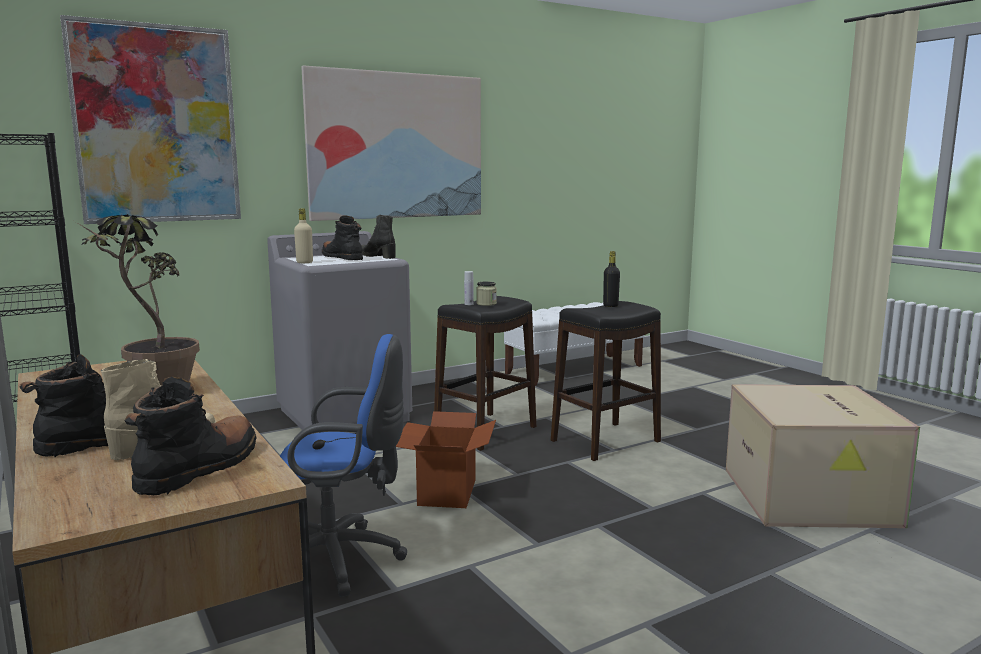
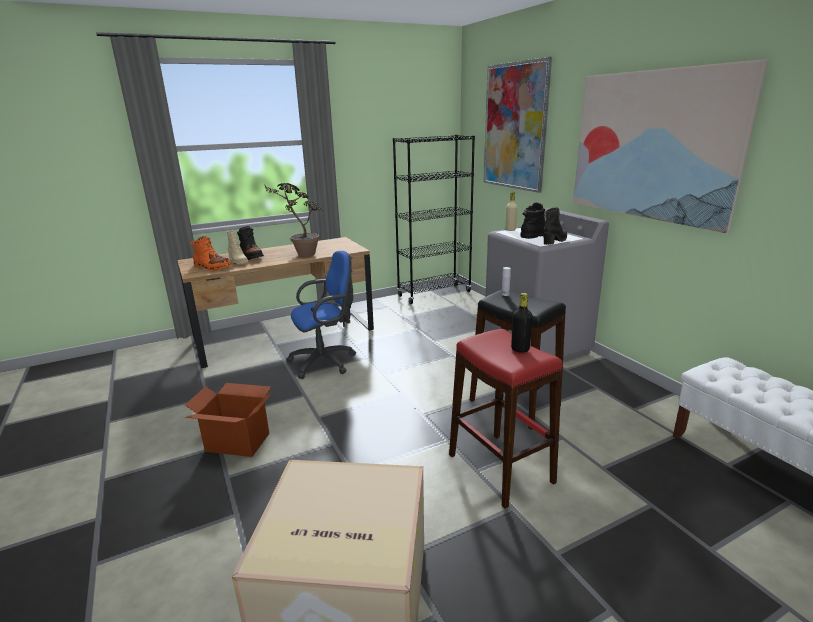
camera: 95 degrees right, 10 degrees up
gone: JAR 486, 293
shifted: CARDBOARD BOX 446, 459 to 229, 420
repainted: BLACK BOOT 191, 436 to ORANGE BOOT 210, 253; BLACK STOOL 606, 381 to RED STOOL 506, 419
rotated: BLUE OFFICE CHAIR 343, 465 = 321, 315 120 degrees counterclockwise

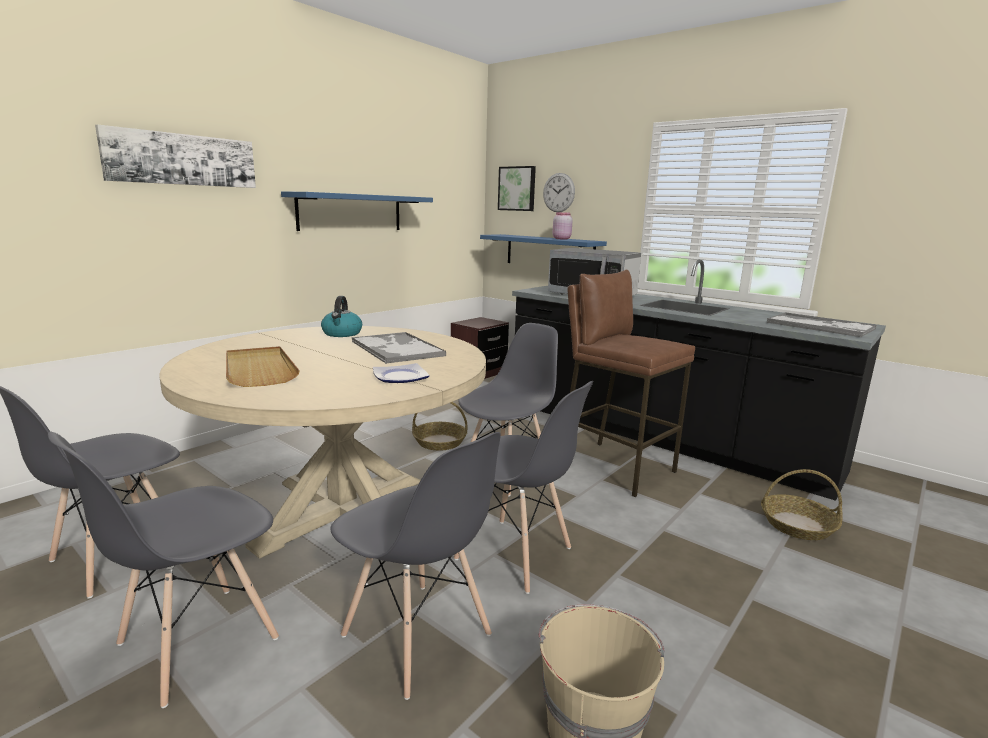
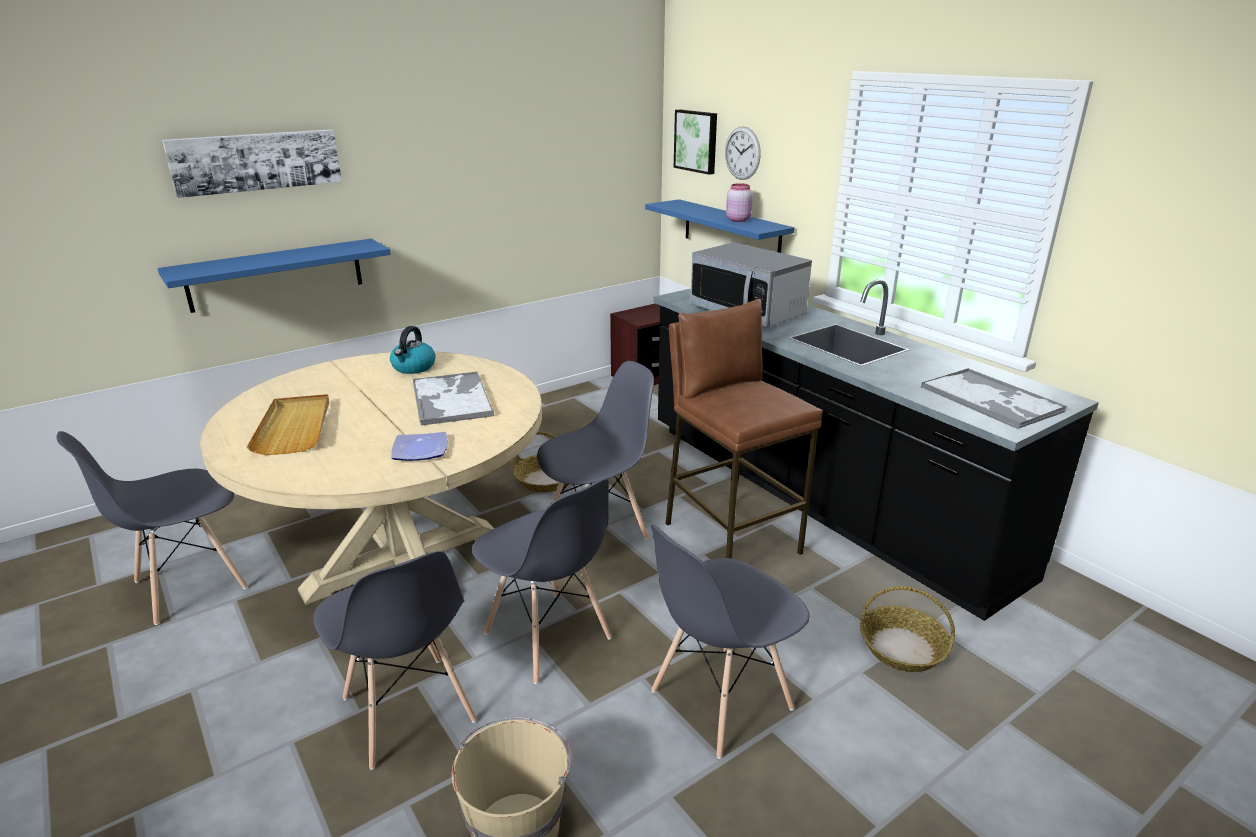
camera: 15 degrees right, 10 degrees up
shifted: GREY CHAIR 163, 569 to 730, 641; BLUE SHELF 357, 211 to 274, 276

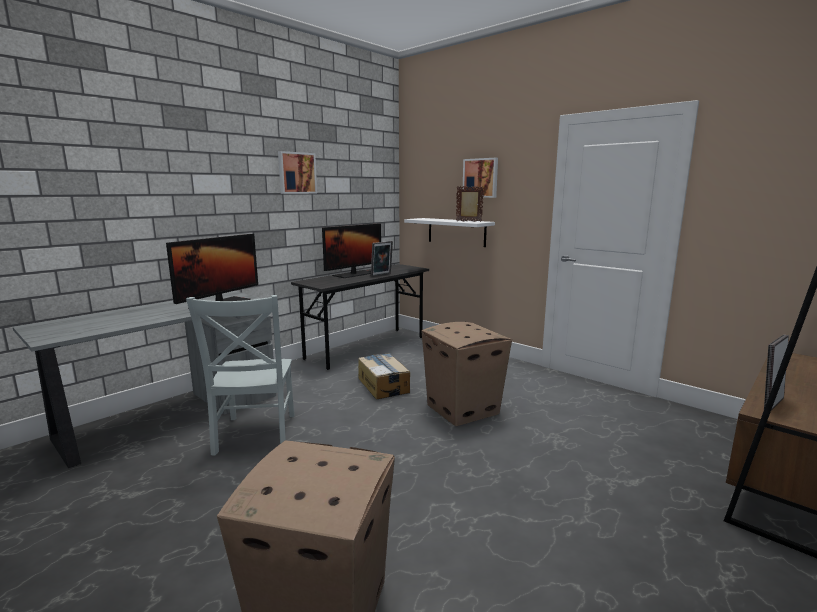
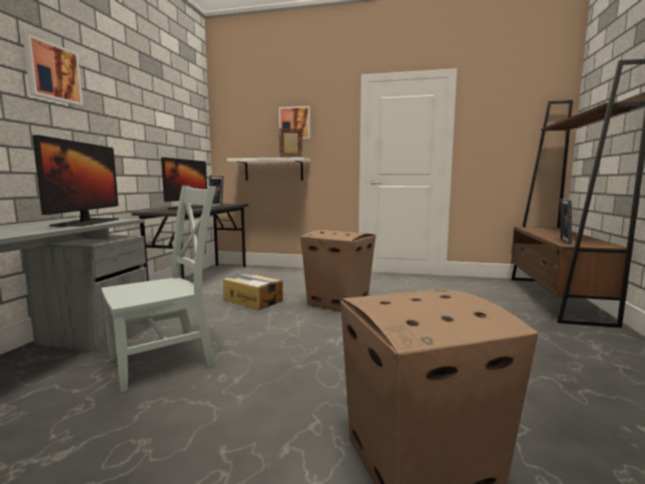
camera: 30 degrees left, 5 degrees down
shifted: PICTURE 297, 172 to 53, 70
rotated: GREY CHAIR 240, 375 = 158, 289 90 degrees counterclockwise

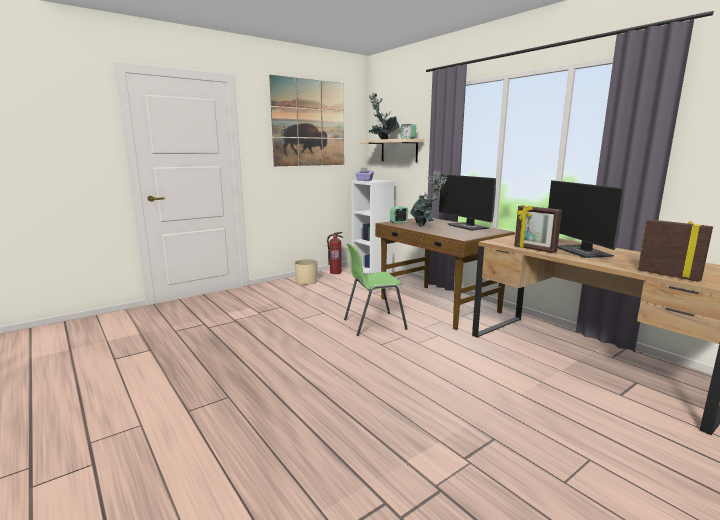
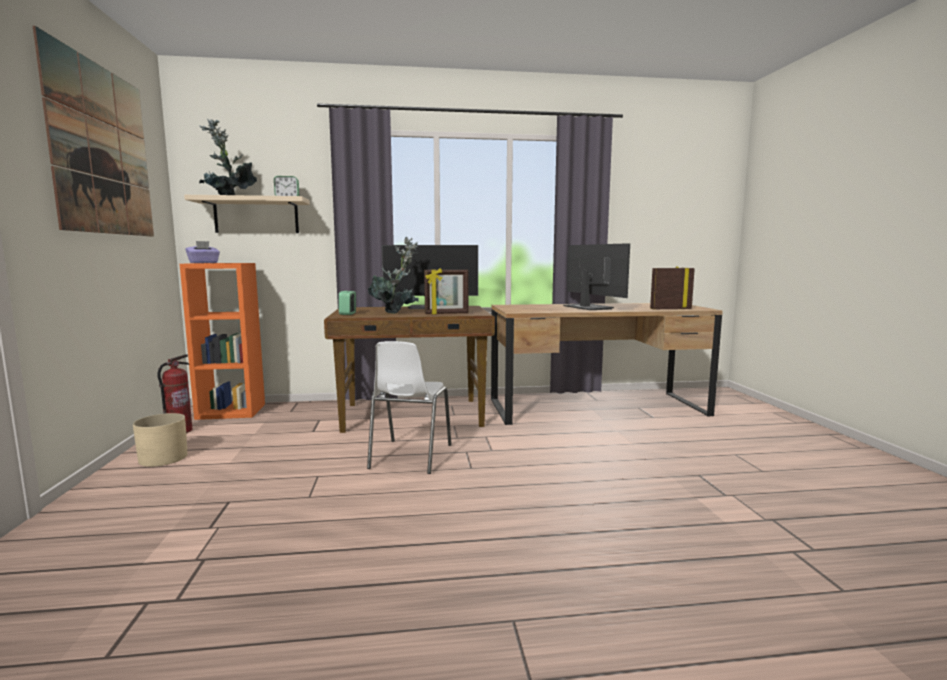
camera: 60 degrees left, 5 degrees down
shifted: PICTURE FRAME 538, 229 to 446, 291
repainted: GREEN CHAIR 376, 289 to WHITE CHAIR 409, 407; WHITE BOOKCASE 372, 226 to ORANGE BOOKCASE 222, 341
rotated: MONITOR 586, 219 = 596, 276 135 degrees counterclockwise

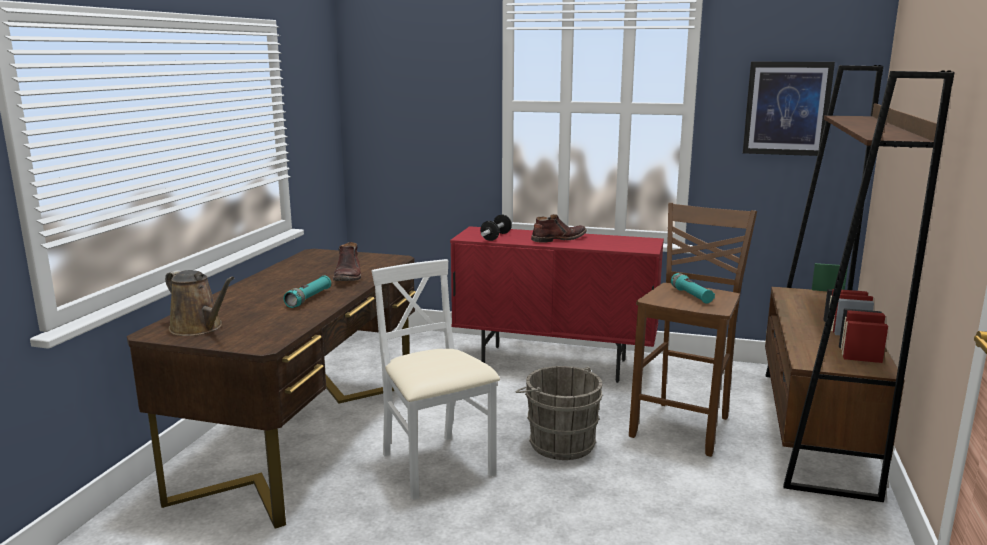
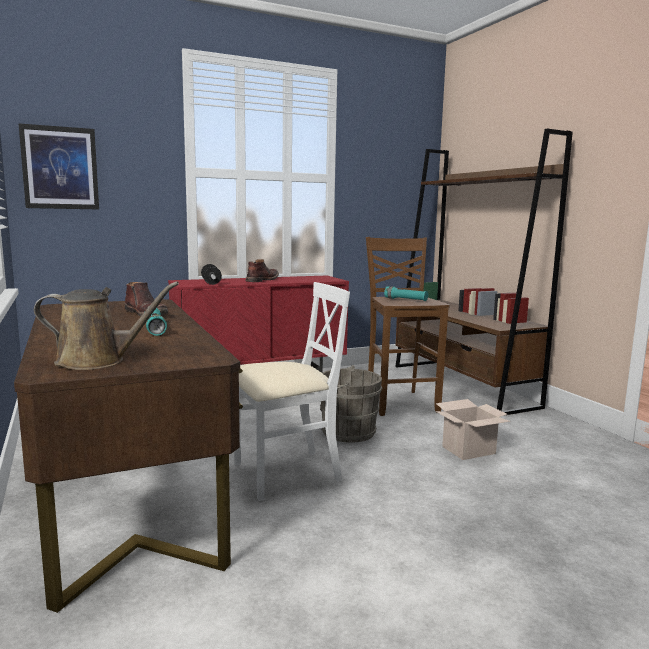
camera: 40 degrees left, 5 degrees down
new: CARDBOARD BOX 473, 429
shifted: PICTURE 789, 109 to 58, 166
rotated: WHITE CHAIR 435, 379 = 292, 391 135 degrees clockwise

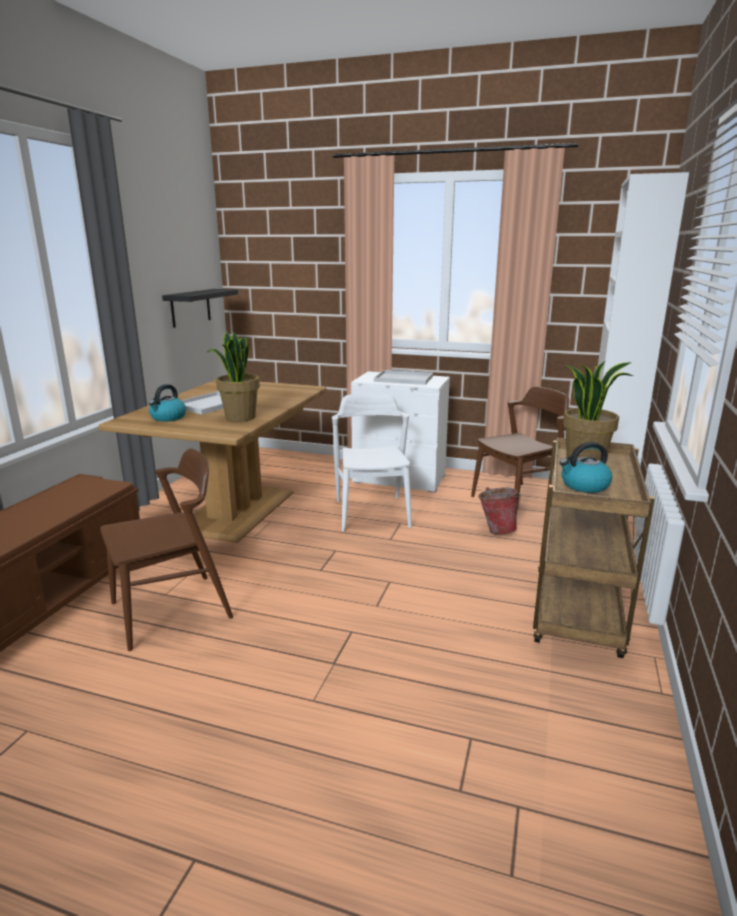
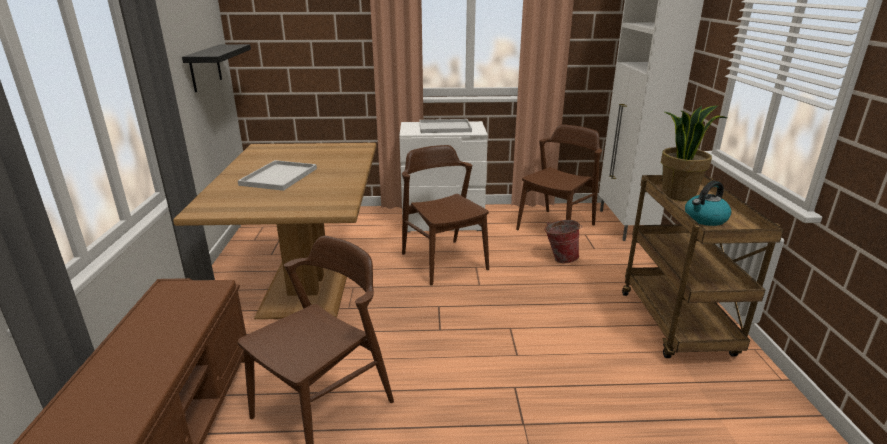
camera: 20 degrees left, 5 degrees up
gone: KETTLE 167, 403; POTTED PLANT 233, 376
repainted: WHITE CHAIR 372, 462 to BROWN CHAIR 445, 215

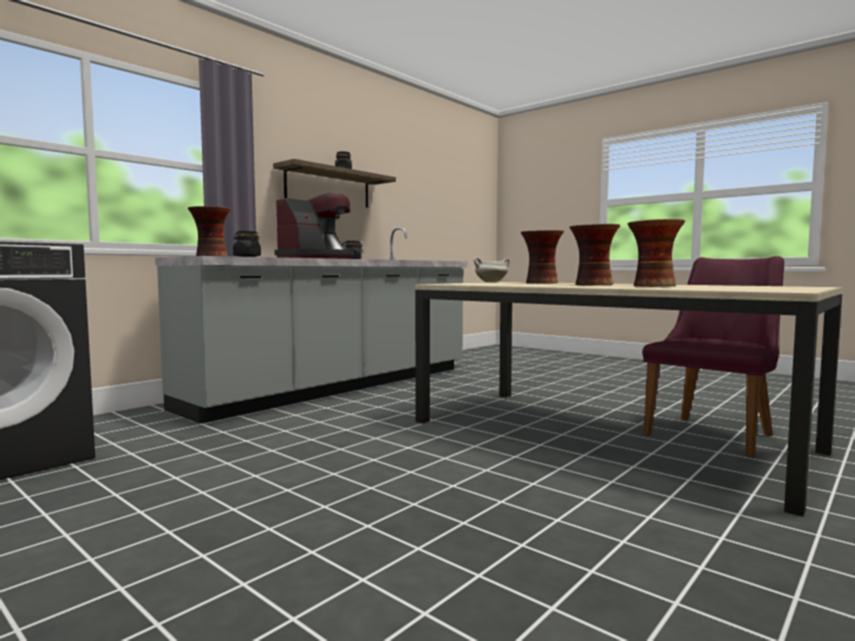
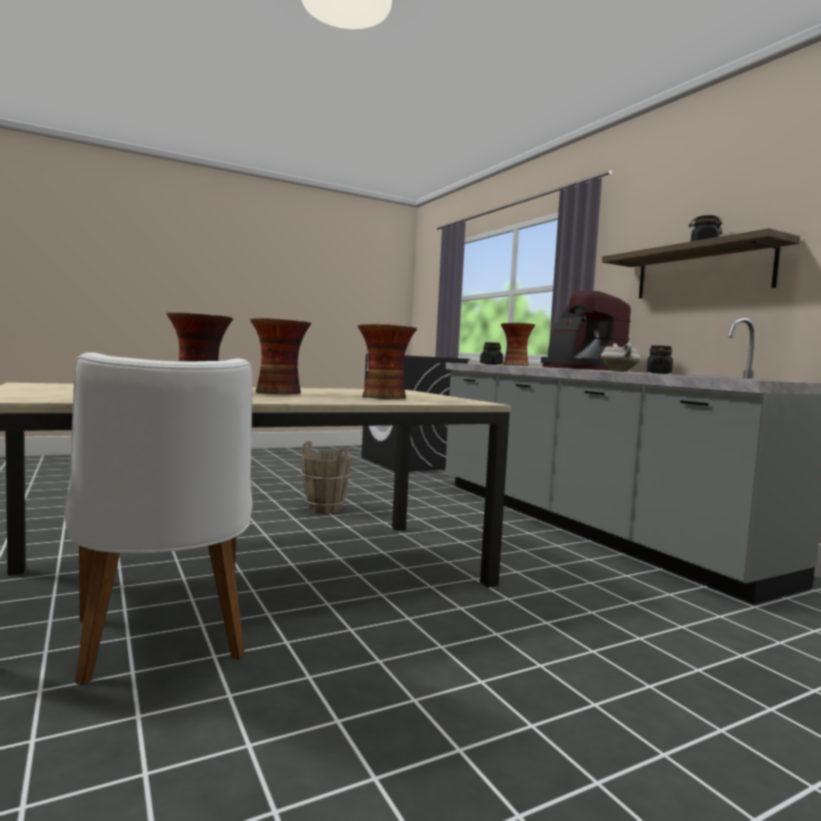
camera: 110 degrees right, 0 degrees up
new: BROWN BUCKET 326, 477
shifted: WHITE COOKING POT 492, 270 to 621, 357
repainted: PURPLE CHAIR 713, 356 to WHITE CHAIR 158, 519

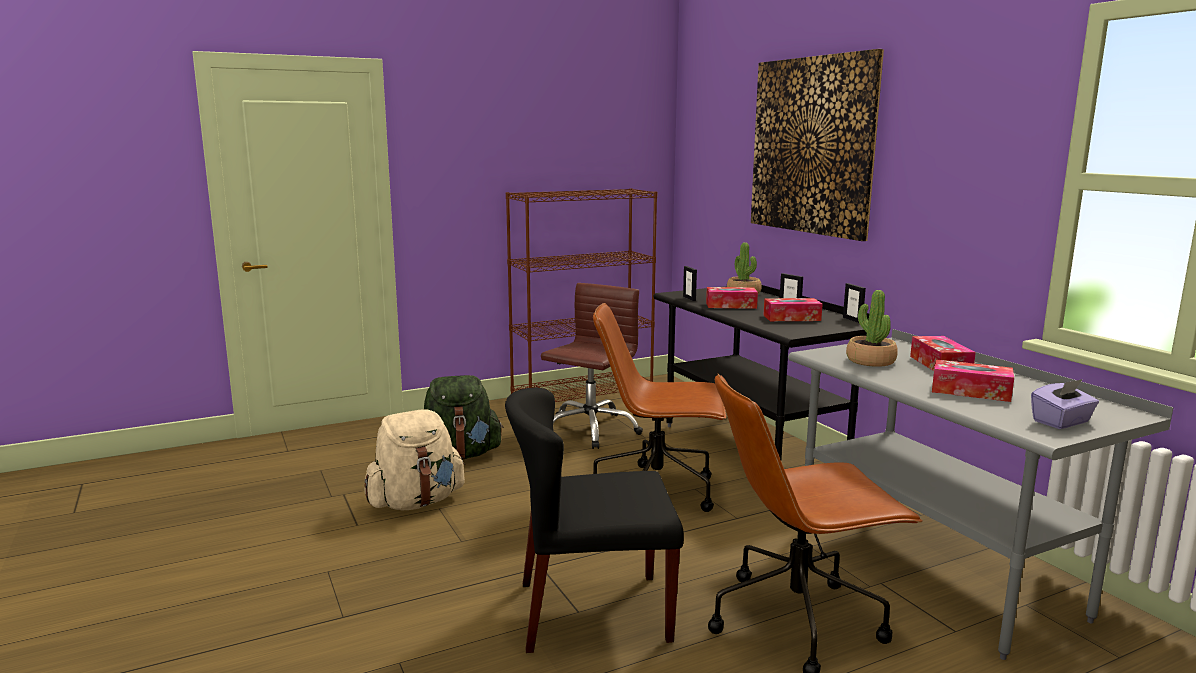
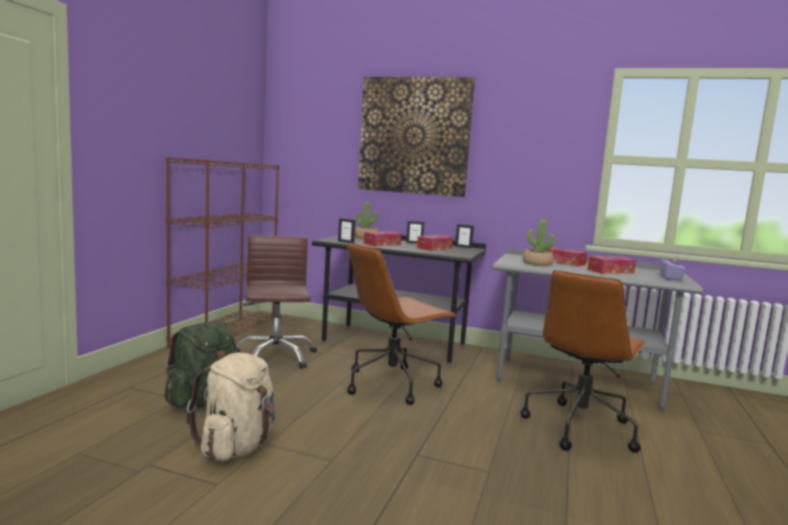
camera: 45 degrees left, 5 degrees down
gone: BLACK CHAIR 594, 520

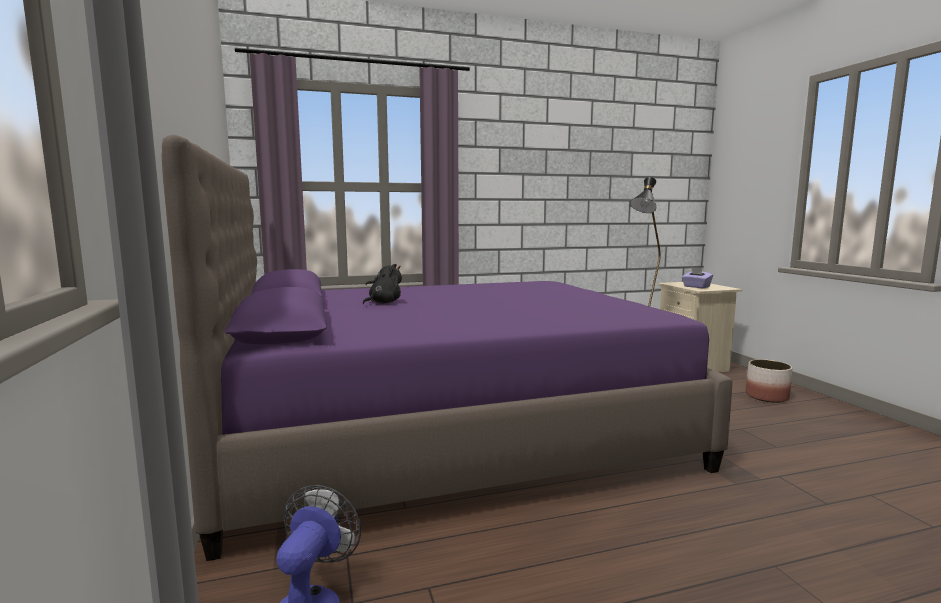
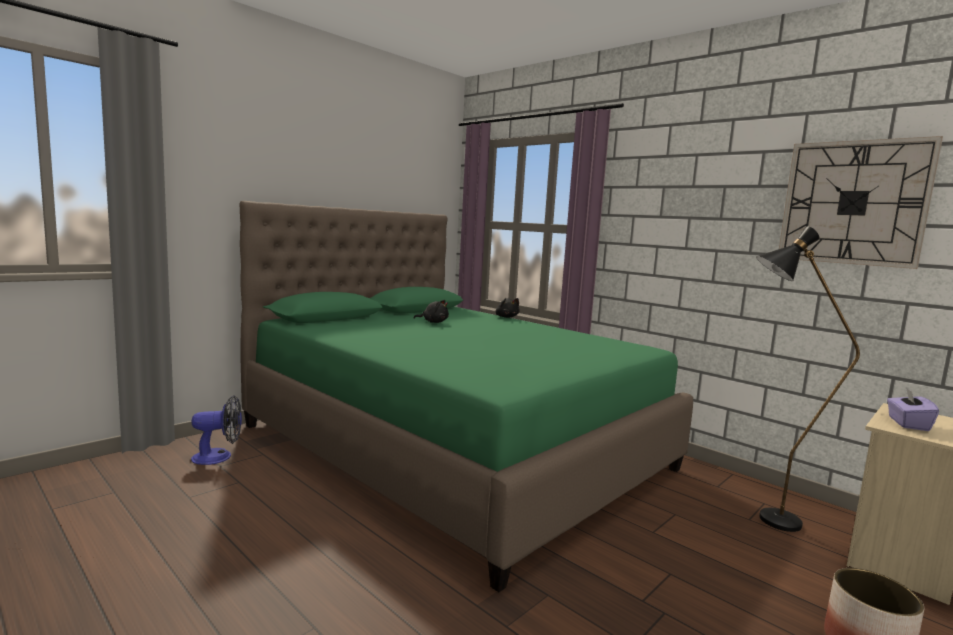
camera: 60 degrees right, 0 degrees up
new: WALL CLOCK 861, 202
repainted: PURPLE BED 447, 348 to GREEN BED 466, 396

